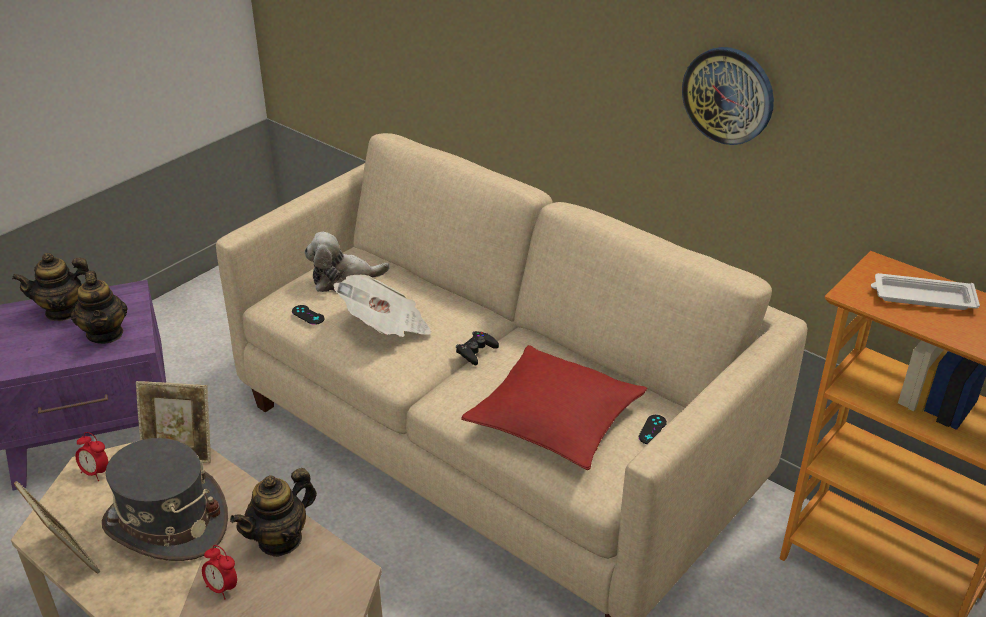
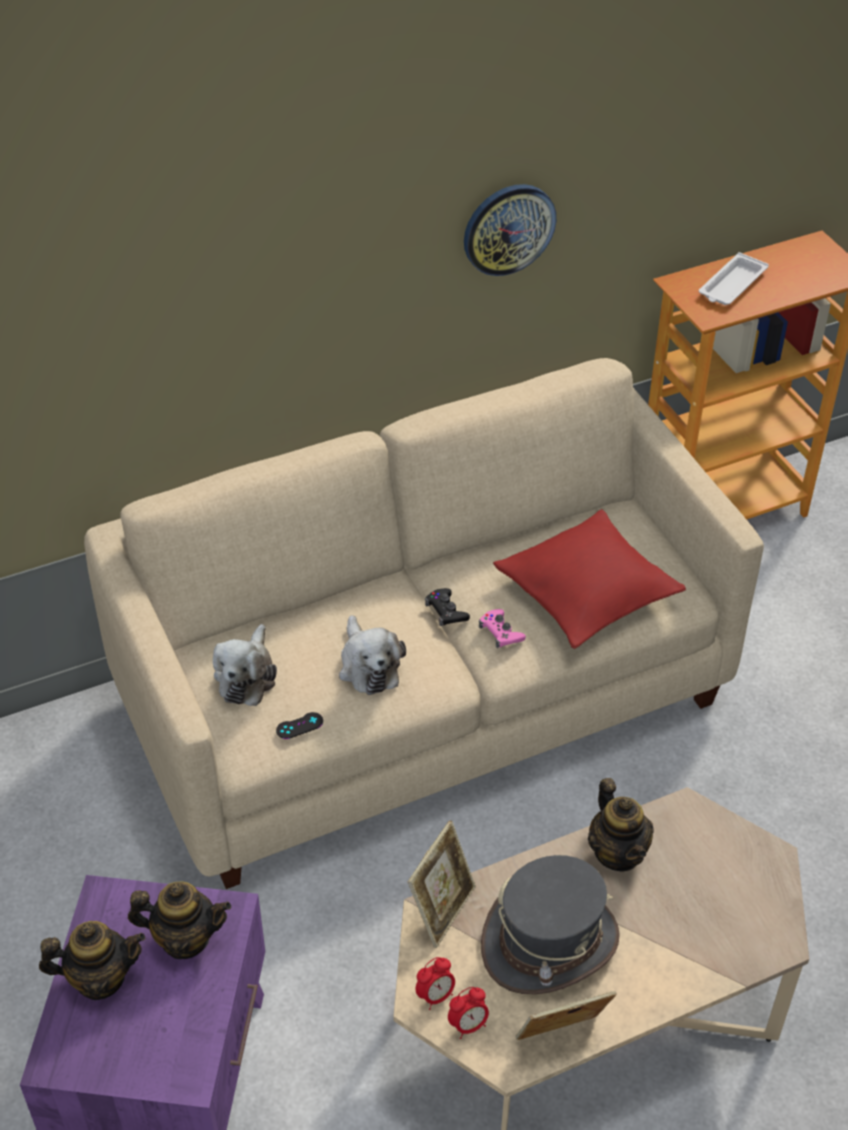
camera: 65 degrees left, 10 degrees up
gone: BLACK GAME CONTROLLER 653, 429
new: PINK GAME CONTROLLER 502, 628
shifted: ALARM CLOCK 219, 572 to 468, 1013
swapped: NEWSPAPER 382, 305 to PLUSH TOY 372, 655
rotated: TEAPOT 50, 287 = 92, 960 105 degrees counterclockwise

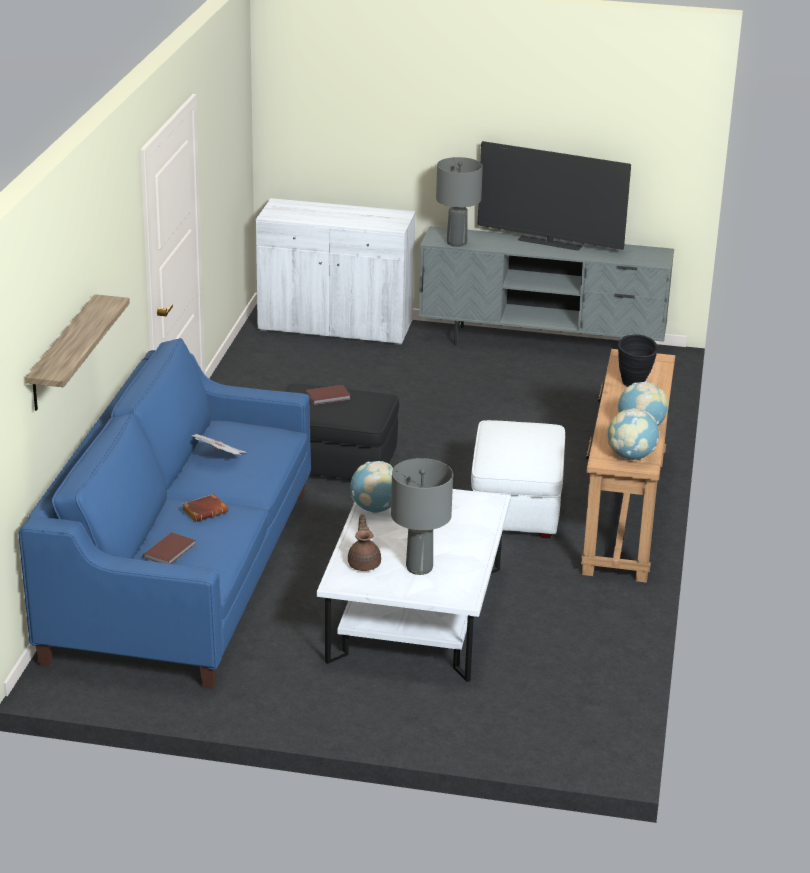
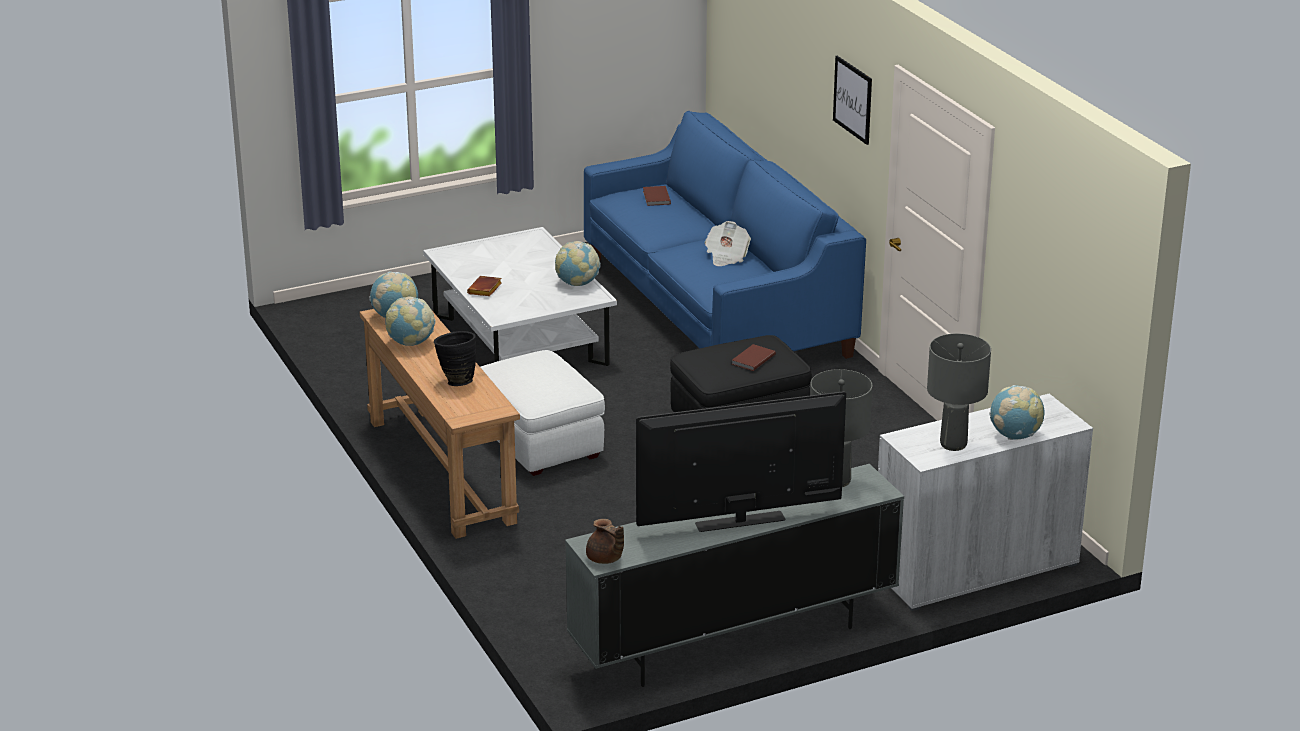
camera: 145 degrees right, 0 degrees up
gone: SHELF 77, 352
new: PICTURE 852, 100; GLOBE 1017, 412
shifted: BROWN BOOK 205, 508 to 484, 286; BROWN TEAPOT 364, 542 to 605, 541; GREY TABLE LAMP 422, 516 to 959, 392

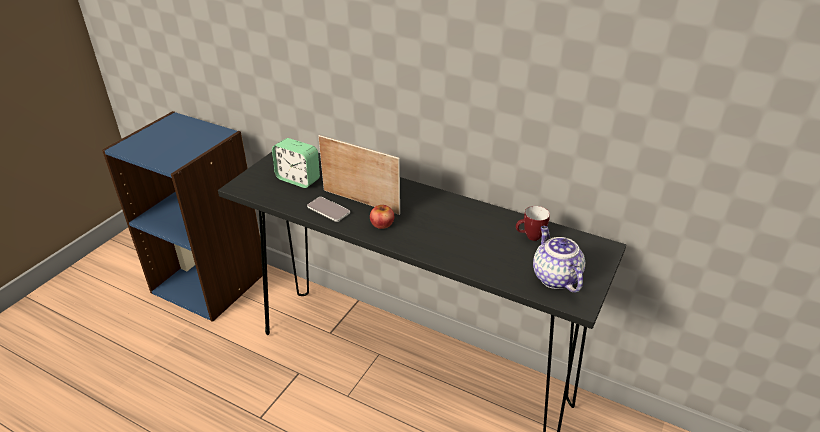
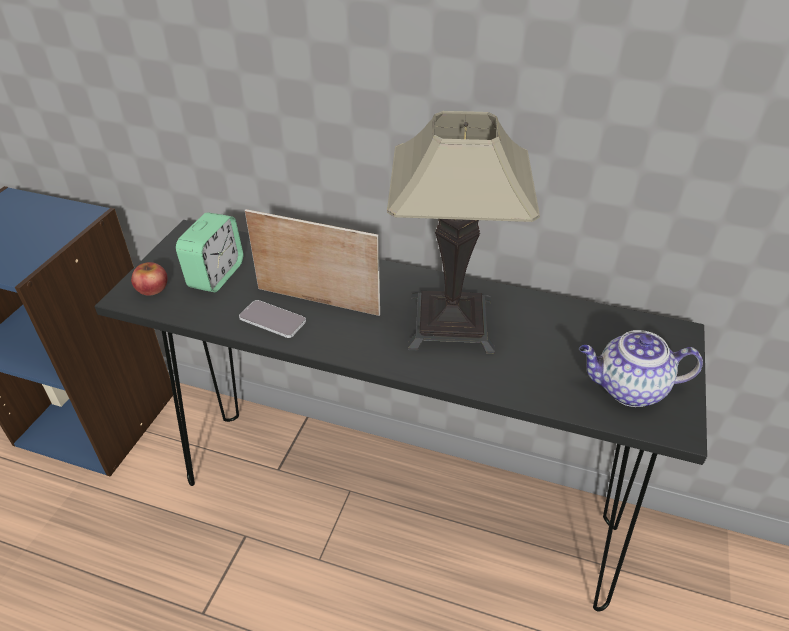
camera: 10 degrees left, 5 degrees up
gone: MUG 533, 223
new: TABLE LAMP 463, 232
shifted: APPLE 382, 217 to 149, 279
rotated: ALARM CLOCK 296, 163 = 209, 252 90 degrees counterclockwise; TEAPOT 559, 259 = 641, 368 60 degrees counterclockwise

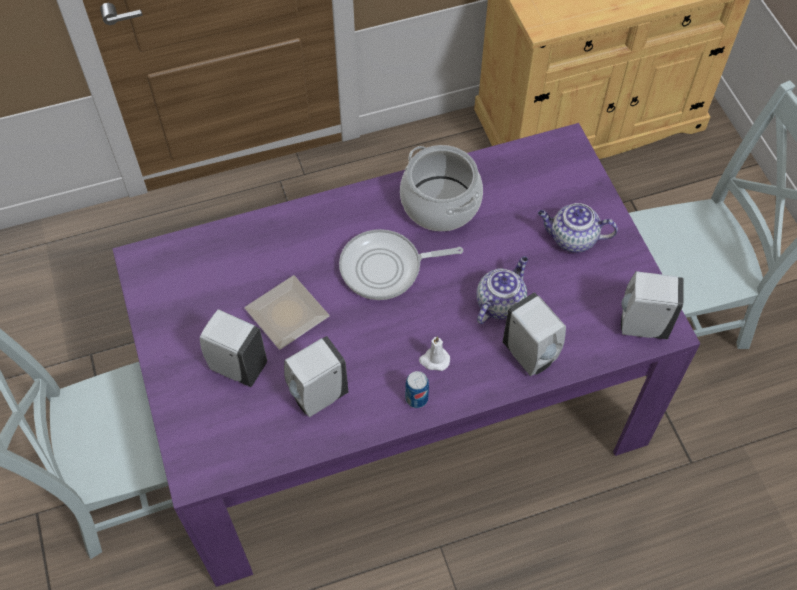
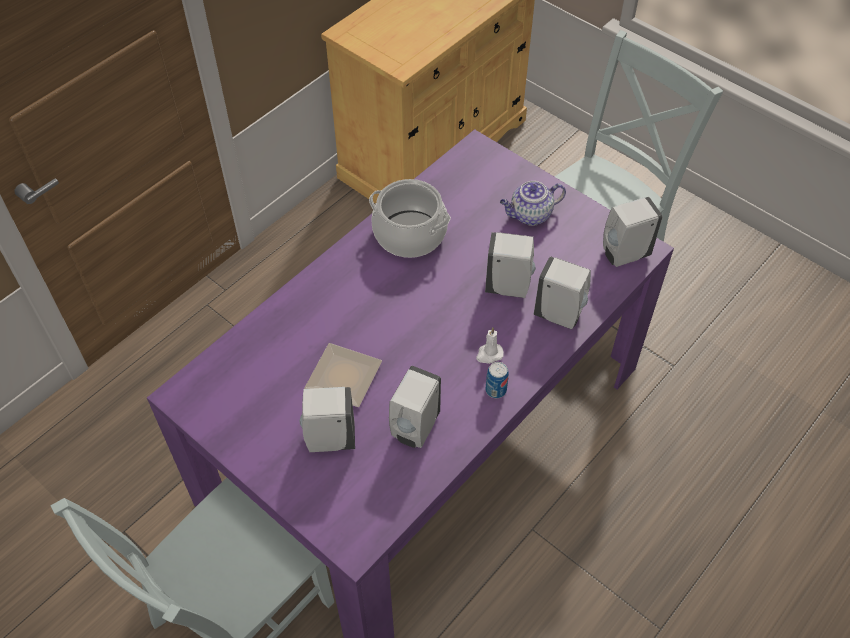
camera: 30 degrees left, 5 degrees down
gone: FRYING PAN 401, 264
swapped: TEAPOT 502, 290 to WHITE SOAP DISPENSER 510, 265

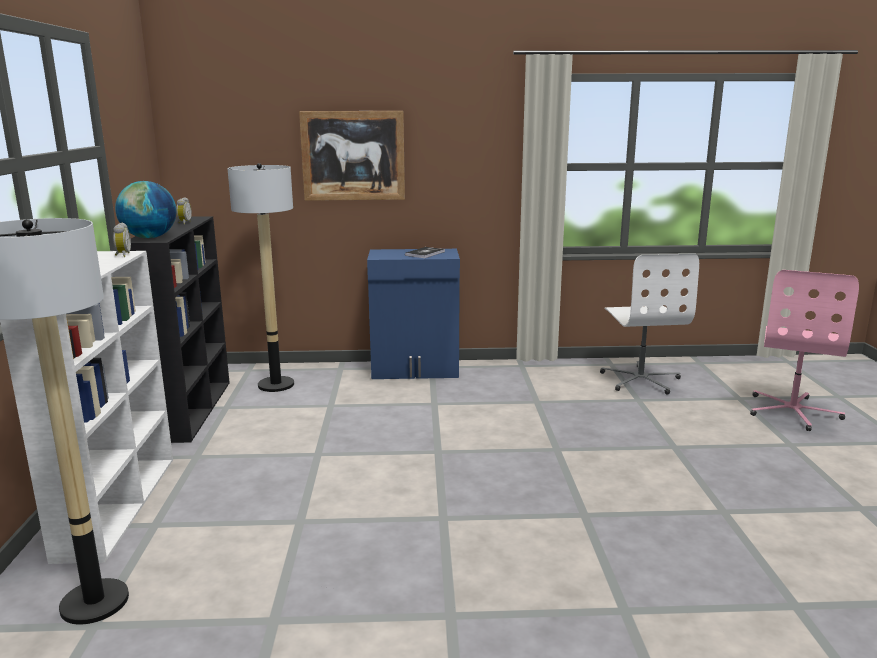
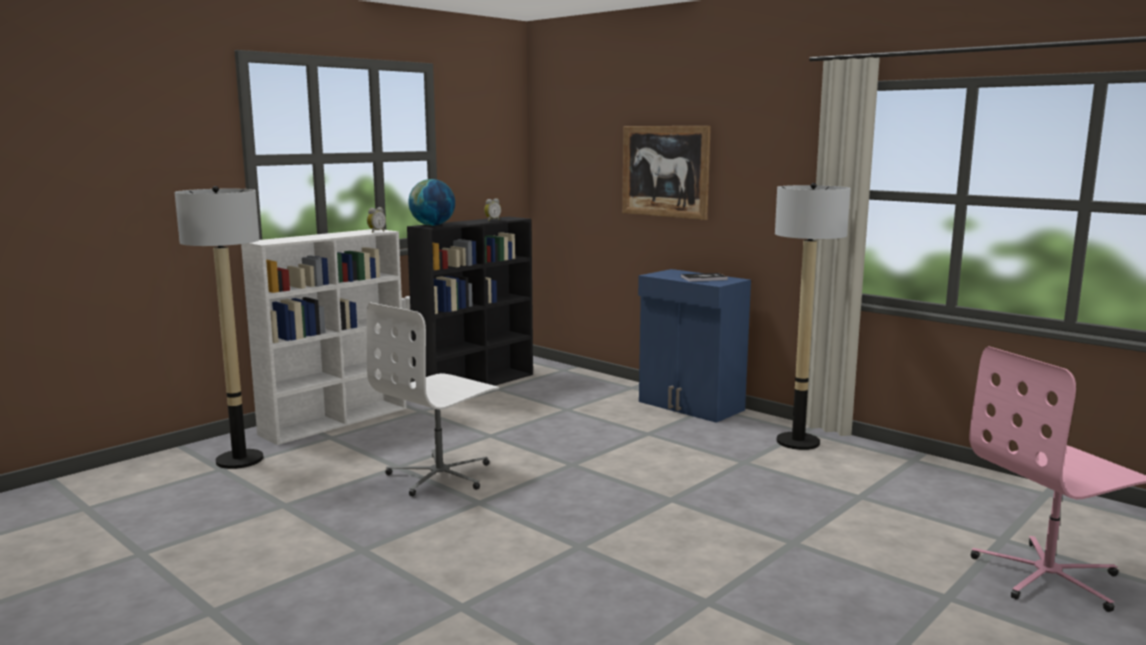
camera: 45 degrees right, 5 degrees down
shifted: FLOOR LAMP 260, 277 to 812, 316; WHITE OFFICE CHAIR 649, 324 to 433, 399

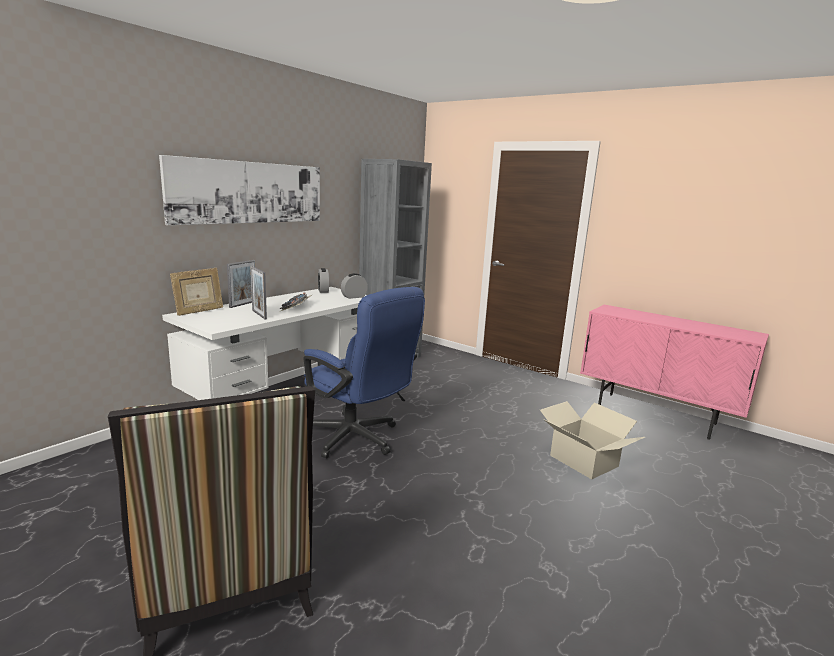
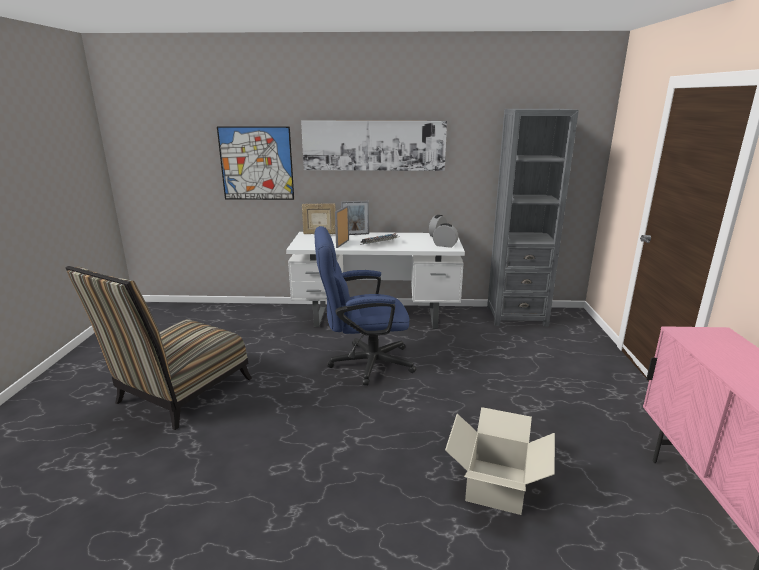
camera: 55 degrees right, 5 degrees up
new: PICTURE 255, 163
rotated: BLUE OFFICE CHAIR 364, 372 = 365, 305 75 degrees clockwise

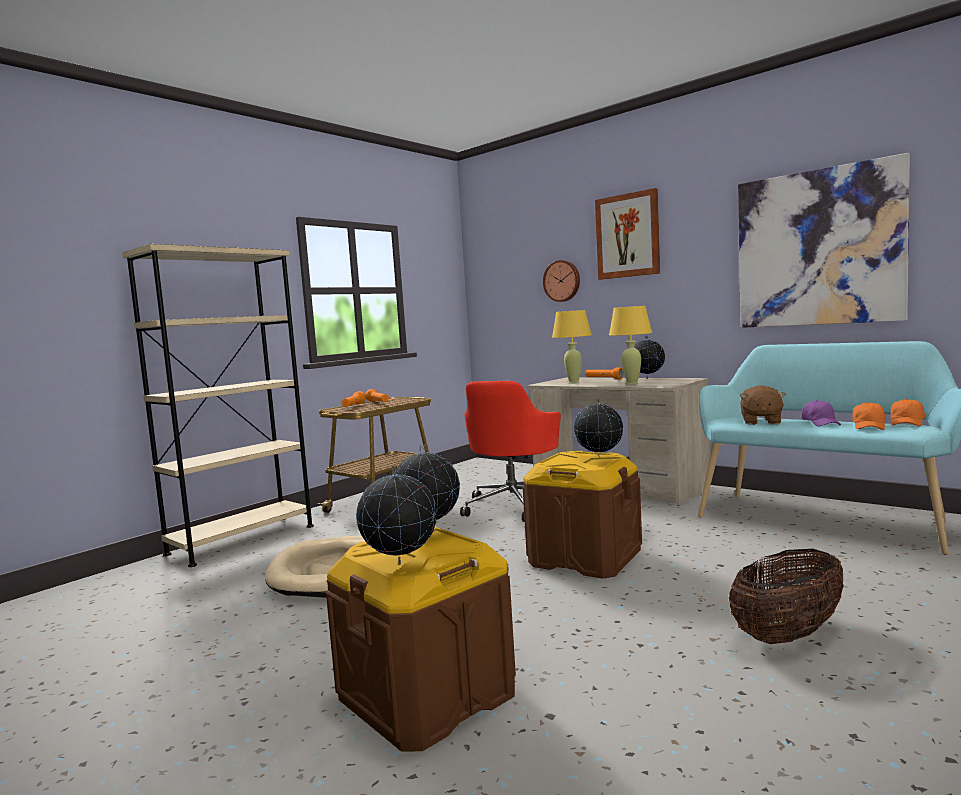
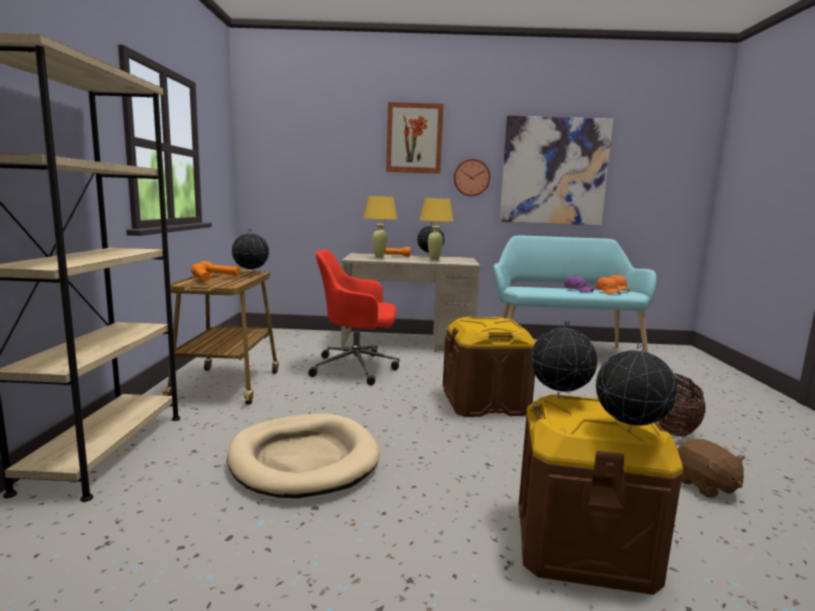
camera: 40 degrees left, 5 degrees up
shifted: WALL CLOCK 561, 281 to 472, 177; GLOBE 598, 428 to 250, 251; BROWN PLUSH TOY 763, 405 to 711, 468
rotated: RED OFFICE CHAIR 510, 451 = 354, 318 105 degrees clockwise

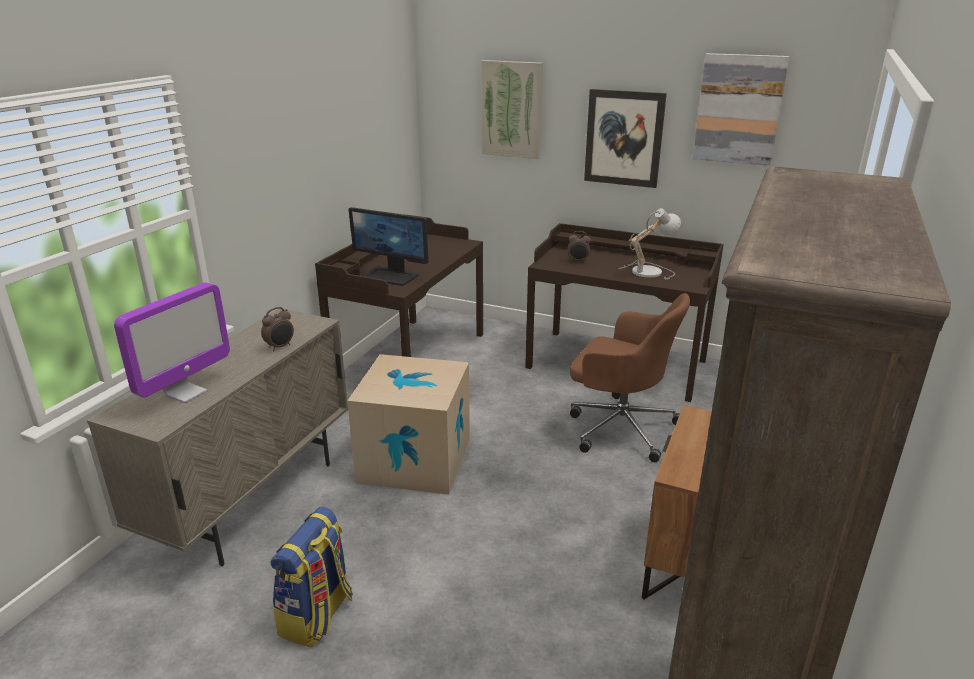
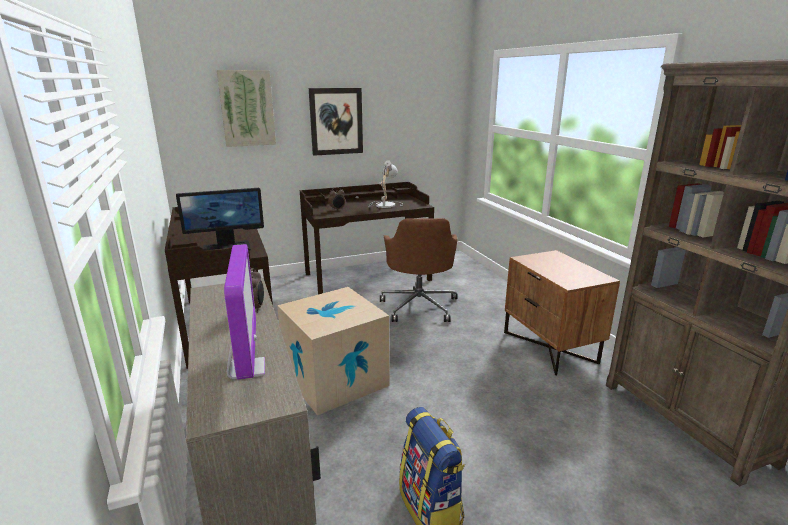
camera: 45 degrees left, 5 degrees down
gone: PICTURE 741, 109
rotated: BROWN OFFICE CHAIR 630, 377 = 419, 270 105 degrees clockwise

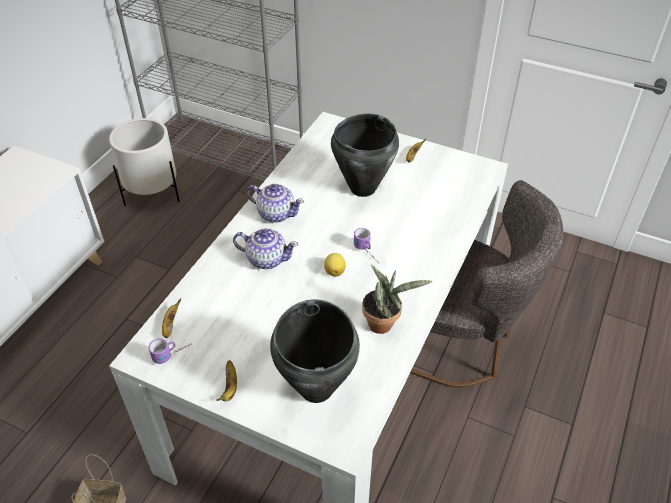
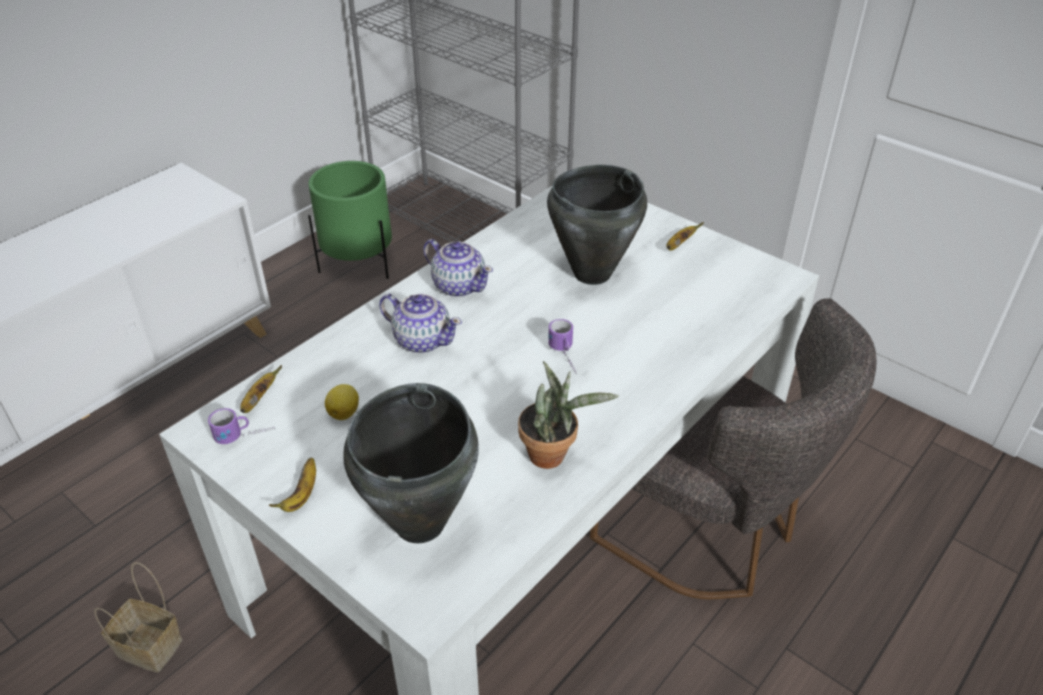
camera: 15 degrees right, 5 degrees down
shifted: LEMON 335, 265 to 342, 402
repainted: WHITE PLANTER 144, 162 to GREEN PLANTER 350, 220

